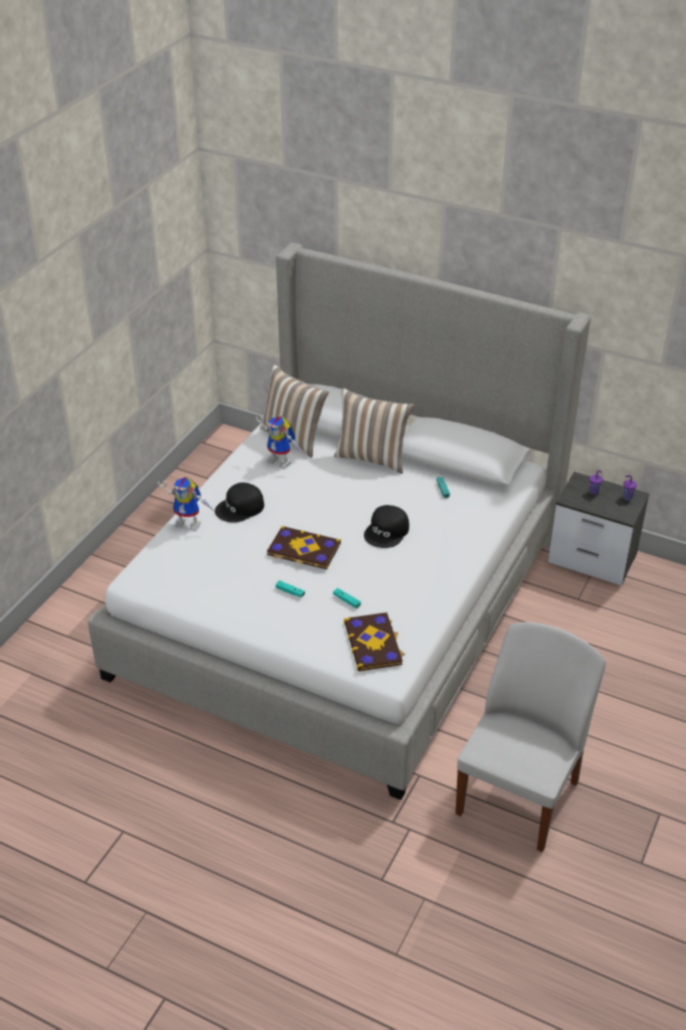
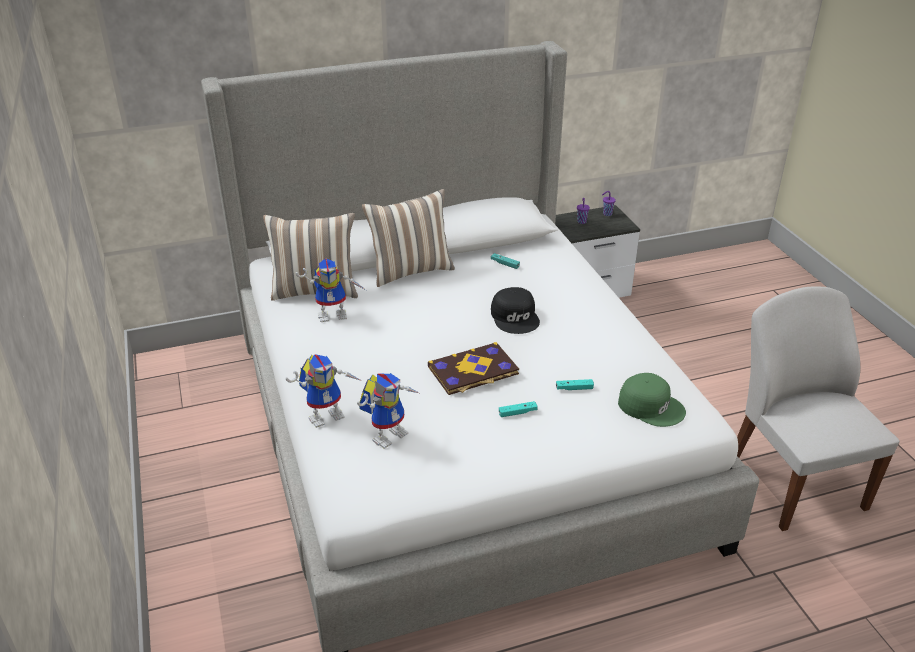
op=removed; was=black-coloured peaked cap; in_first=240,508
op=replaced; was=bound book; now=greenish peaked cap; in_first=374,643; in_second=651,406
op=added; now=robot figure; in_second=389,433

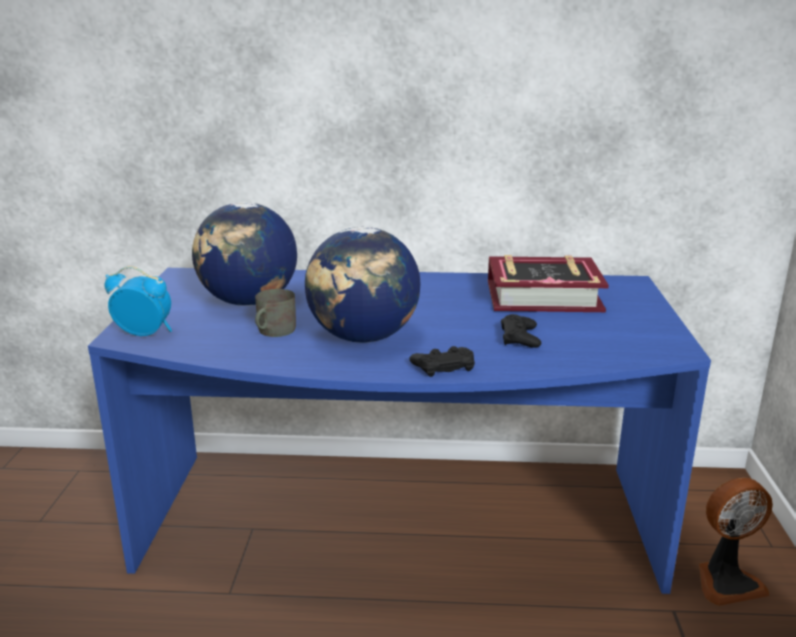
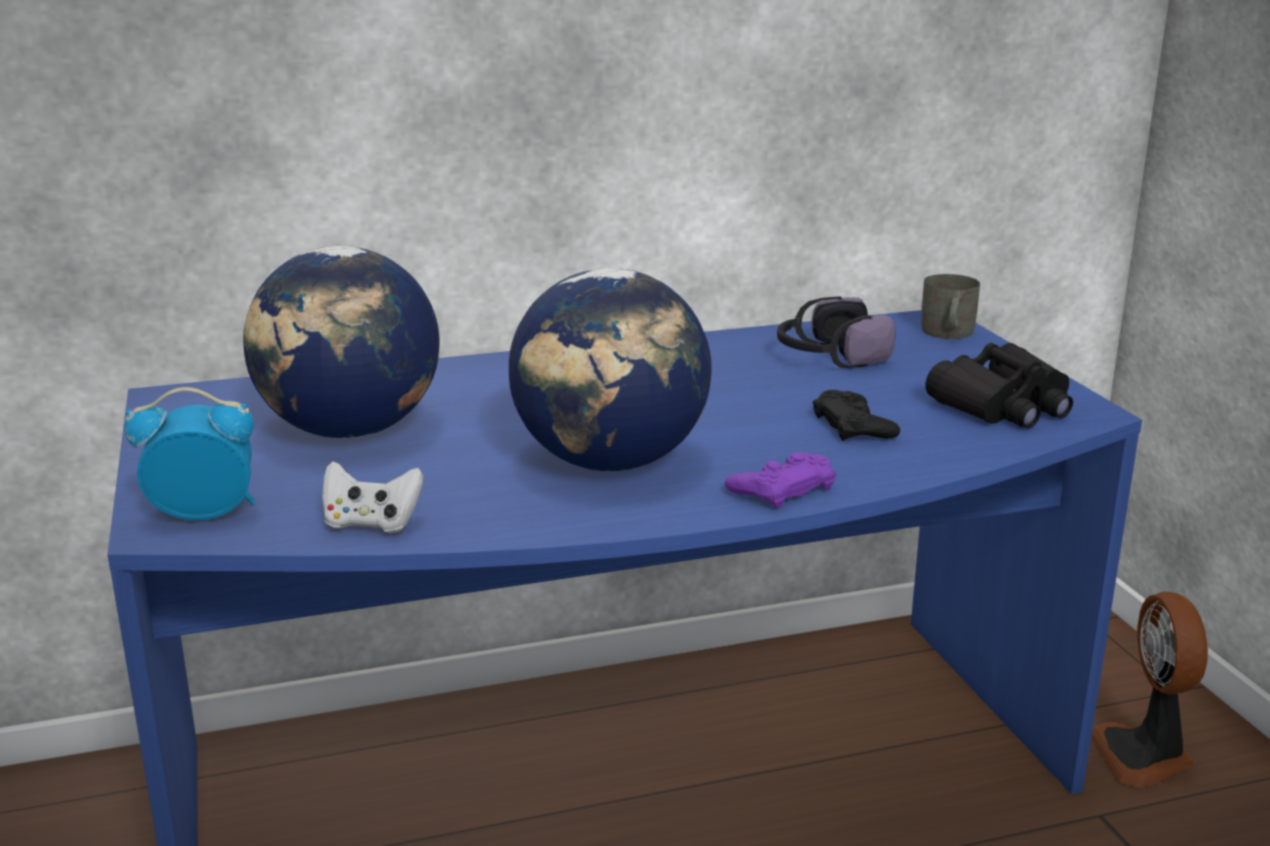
op=moved; was=greyish mug; in_first=273,331; in_second=947,333
op=recoloured; was=black-coloured joypad; now=purple-coloured joypad; in_first=443,366; in_second=782,488
op=replaced; was=bound book; now=headset; in_first=543,296; in_second=829,357
op=turned; was=cooling fan; in_first=726,581; in_second=1144,755; clockwise=120
op=added; now=white-coloured joypad; in_second=371,524
op=added; now=black-coloured binoculars; in_second=1003,406

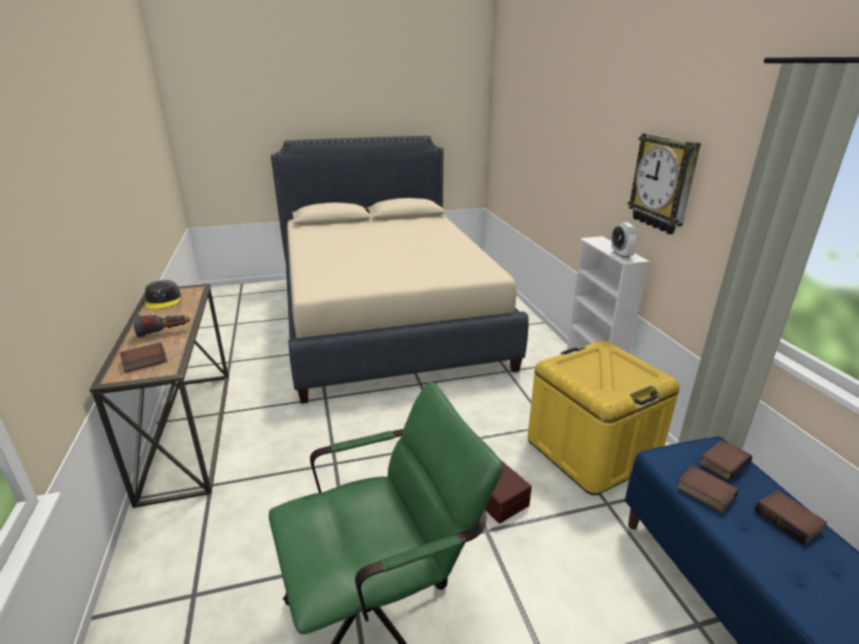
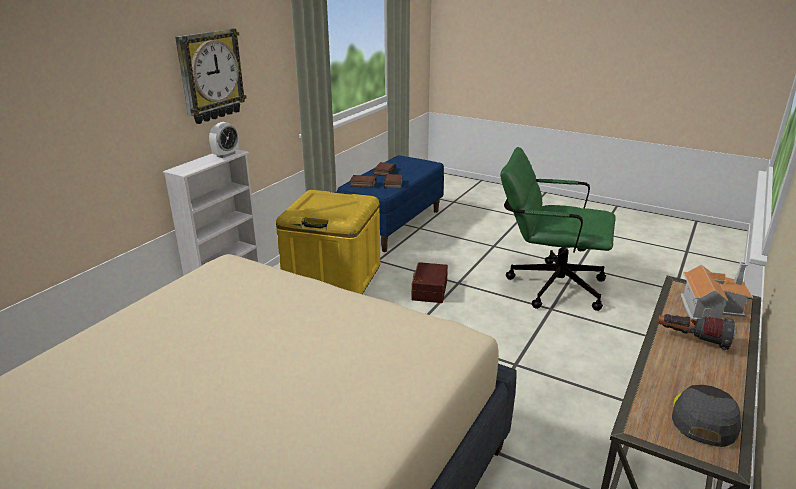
op=replaced; was=bound book; now=miniature house; in_first=144,362; in_second=710,307

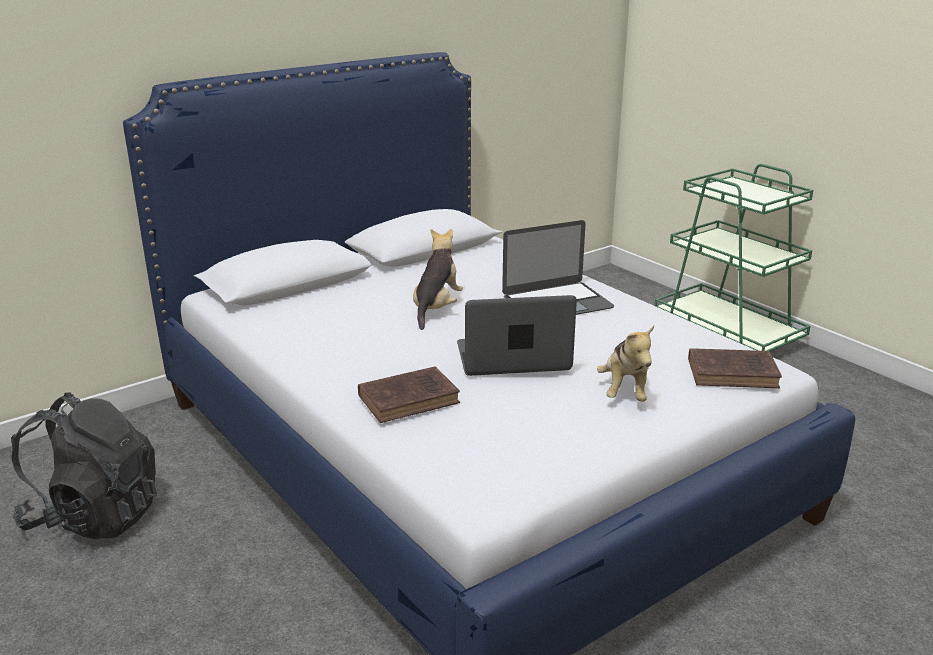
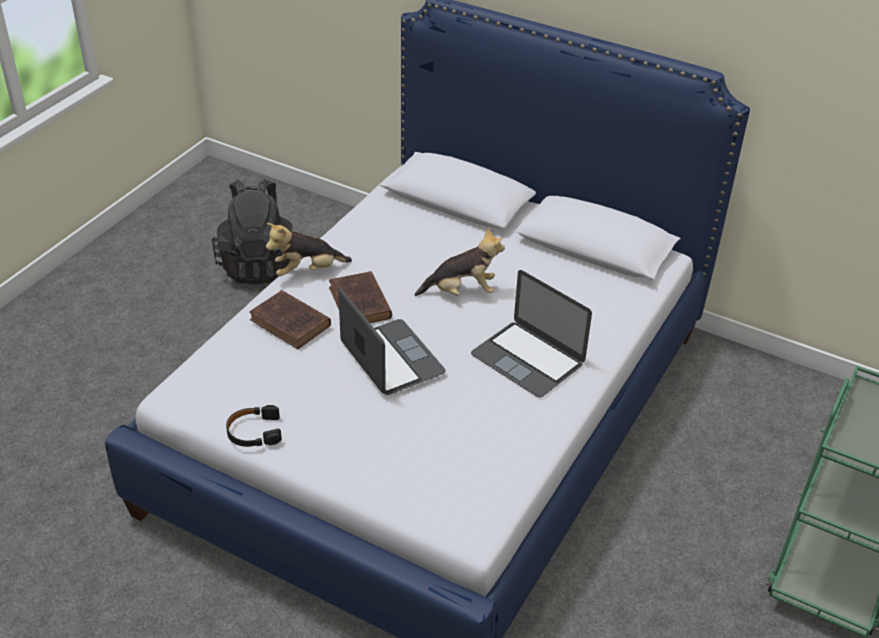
op=moved; was=soft toy; in_first=625,391; in_second=307,271
op=moved; was=brownish bound book; in_first=735,373; in_second=360,304
op=added; now=black-coloured headset; in_second=254,432

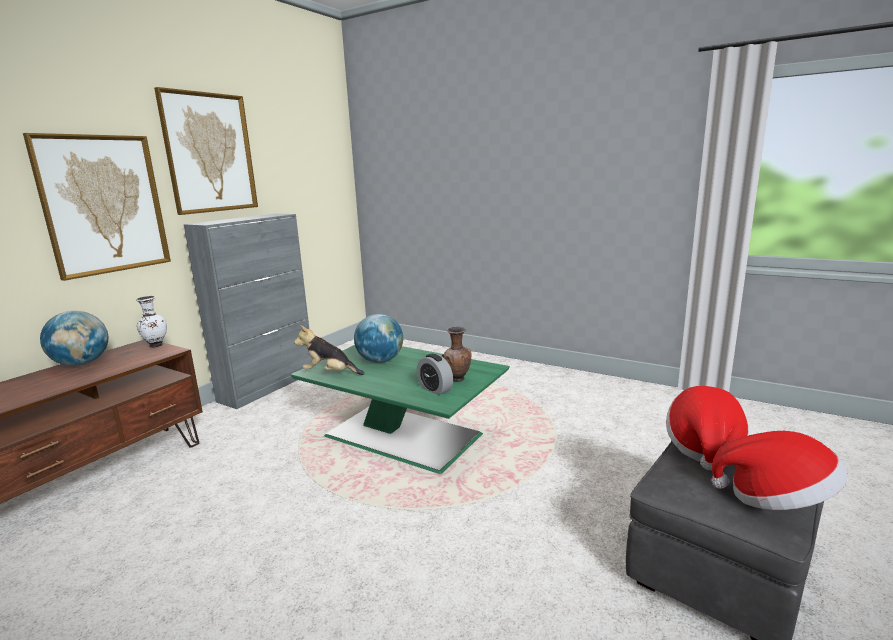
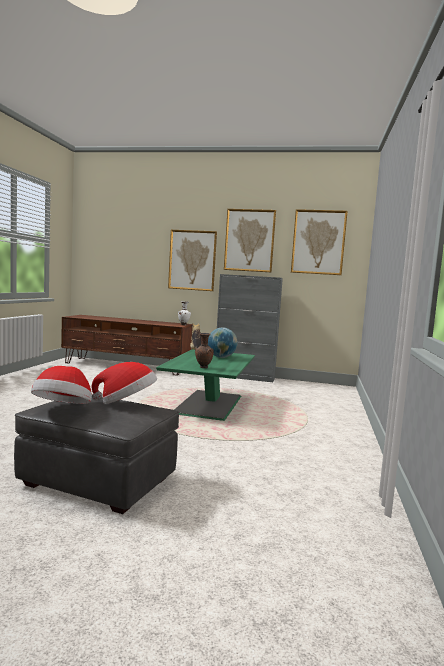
op=removed; was=world globe; in_first=81,364
op=removed; was=alarm clock; in_first=435,389
op=added; now=wall art; in_second=318,242

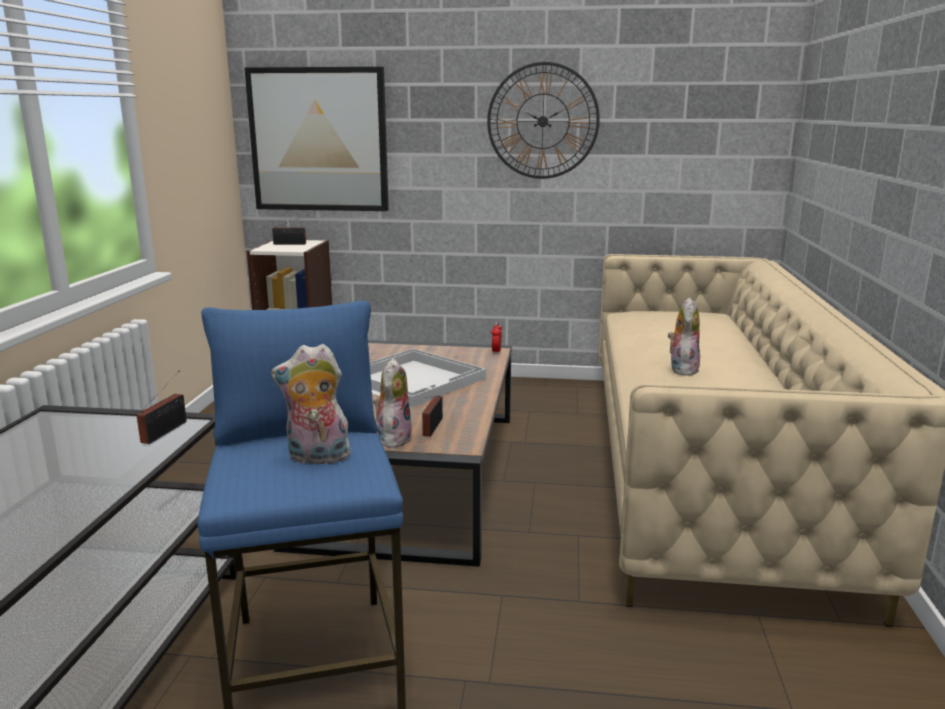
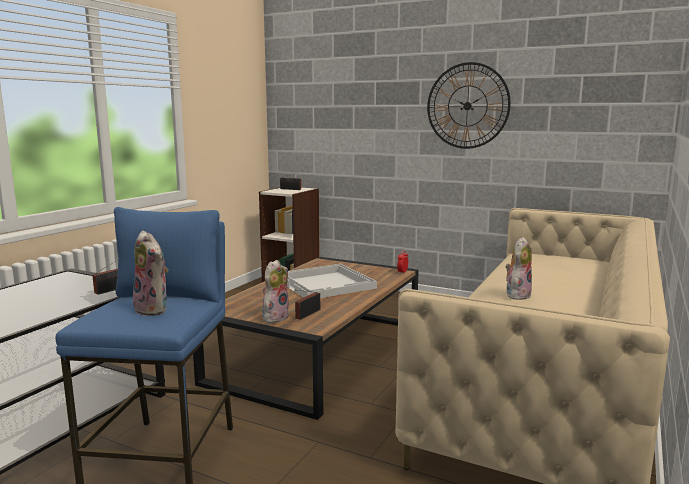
op=removed; was=wall art; in_first=319,140
op=turned; was=soft toy; in_first=316,458; in_second=154,309; clockwise=-150

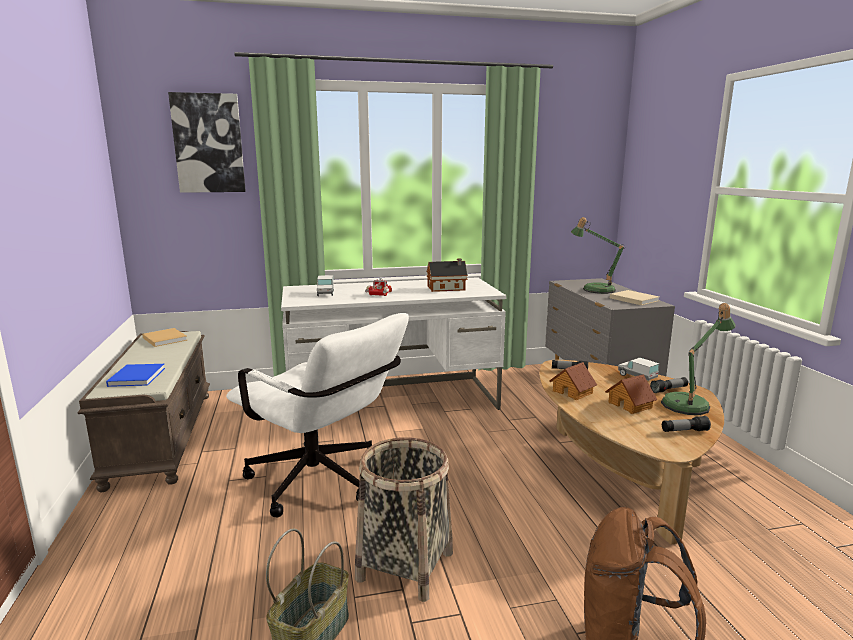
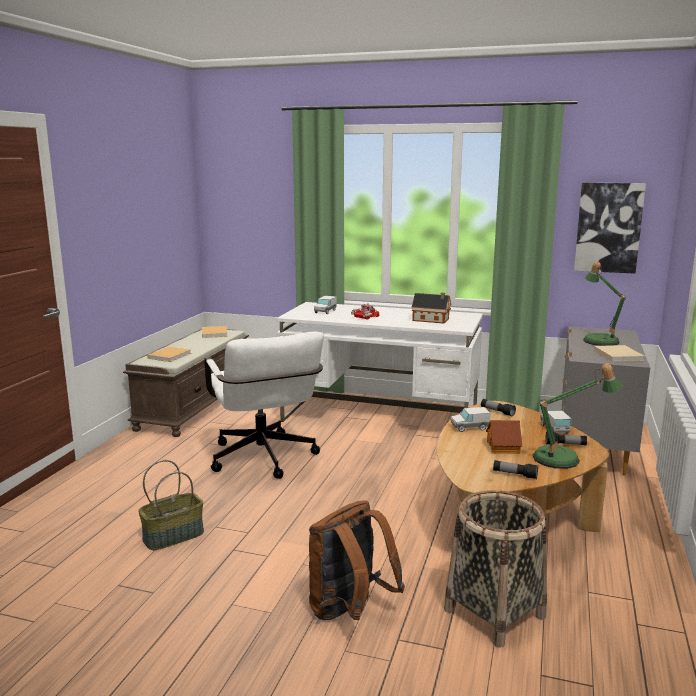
op=recoloured; was=blue bound book; now=beige bound book; in_first=137,376; in_second=170,355
op=moved; was=wall art; in_first=208,143; in_second=608,227
op=moved; was=storage basket; in_first=405,565; in_second=495,613
op=replaced; was=miniature house; now=toy truck; in_first=573,392; in_second=469,427

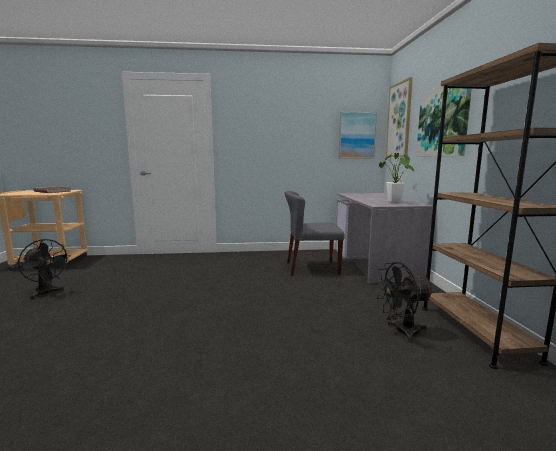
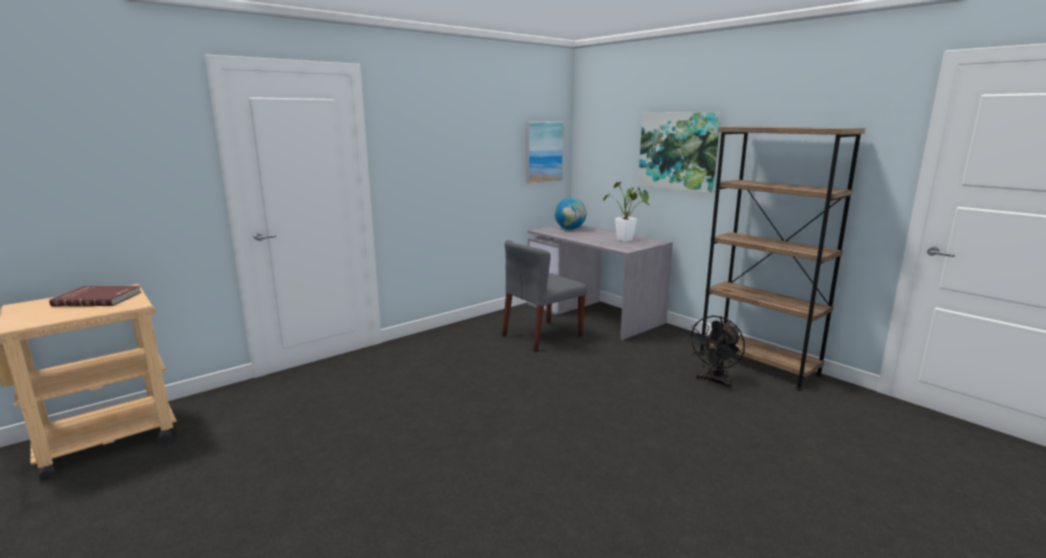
op=removed; was=black-coloured cooling fan; in_first=46,293
op=removed; was=wall art; in_first=399,120
op=added; now=world globe; in_second=570,229

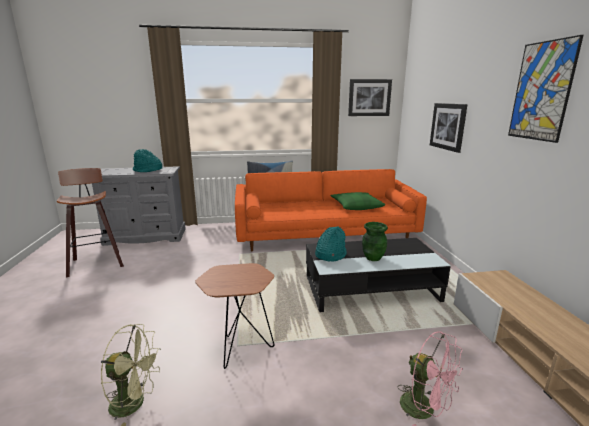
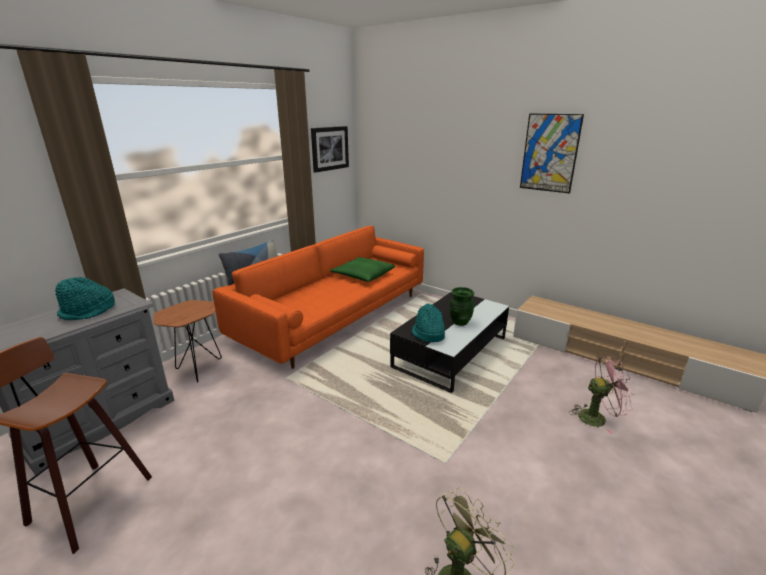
op=moved; was=brownish end table; in_first=239,350; in_second=197,370
op=removed; was=wall art; in_first=448,126

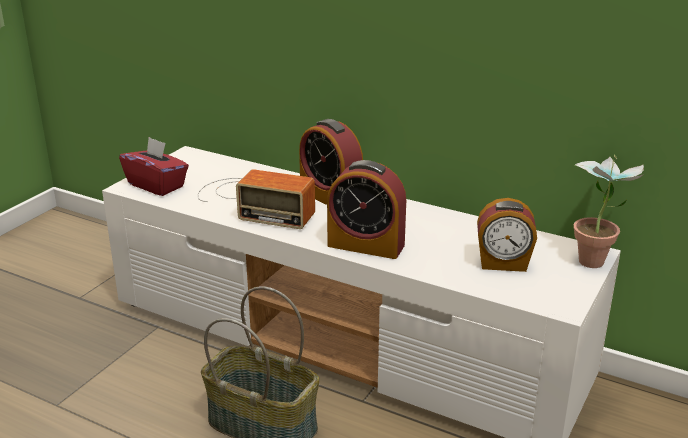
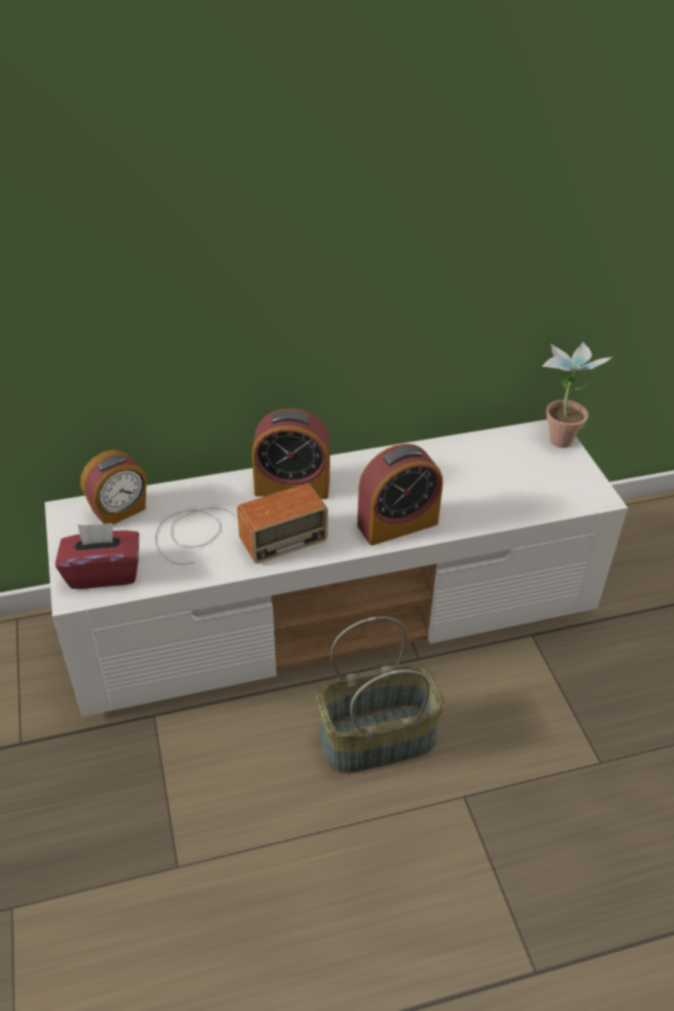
op=moved; was=alarm clock; in_first=503,263; in_second=119,511

